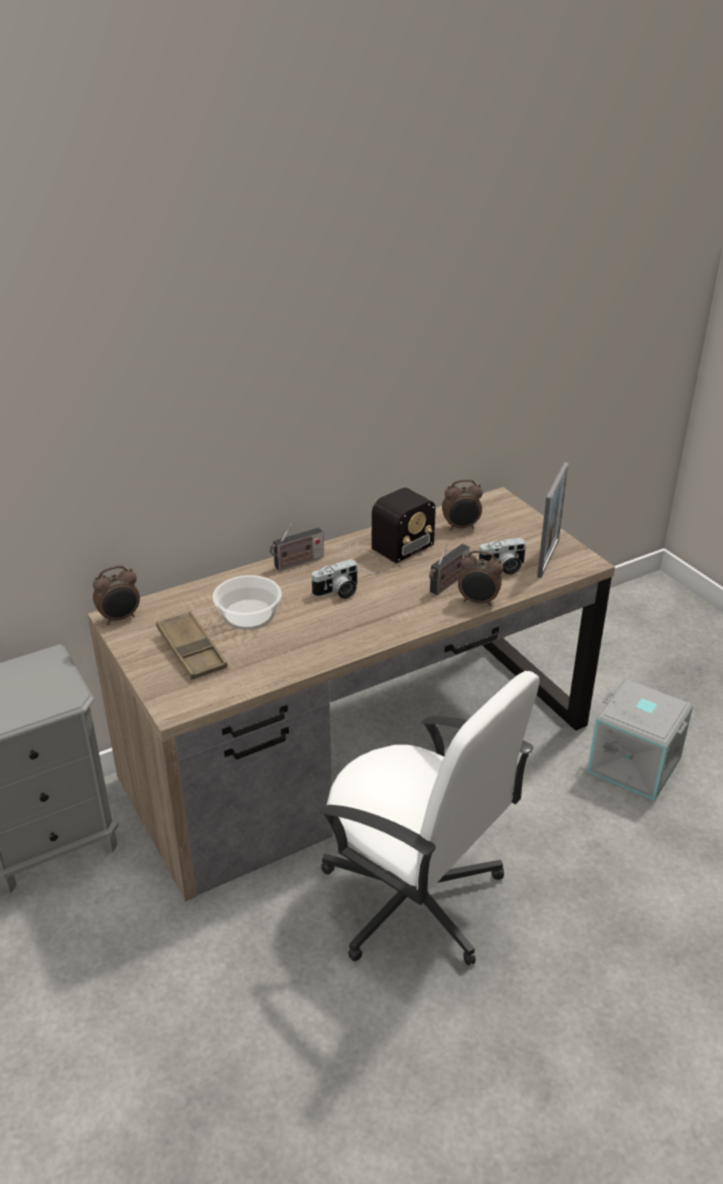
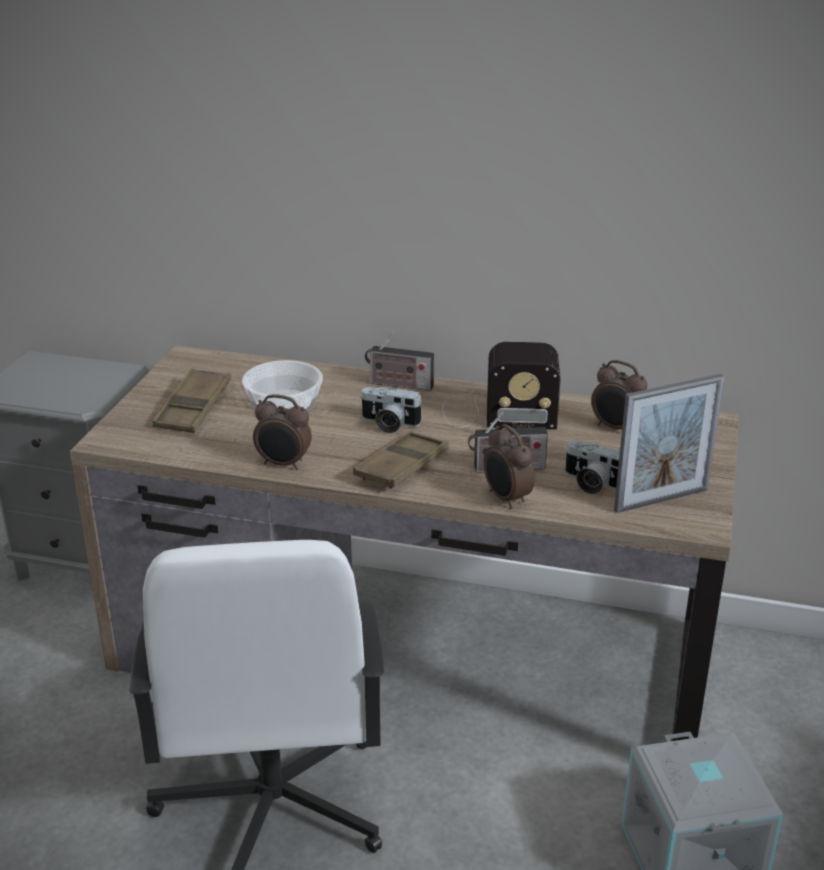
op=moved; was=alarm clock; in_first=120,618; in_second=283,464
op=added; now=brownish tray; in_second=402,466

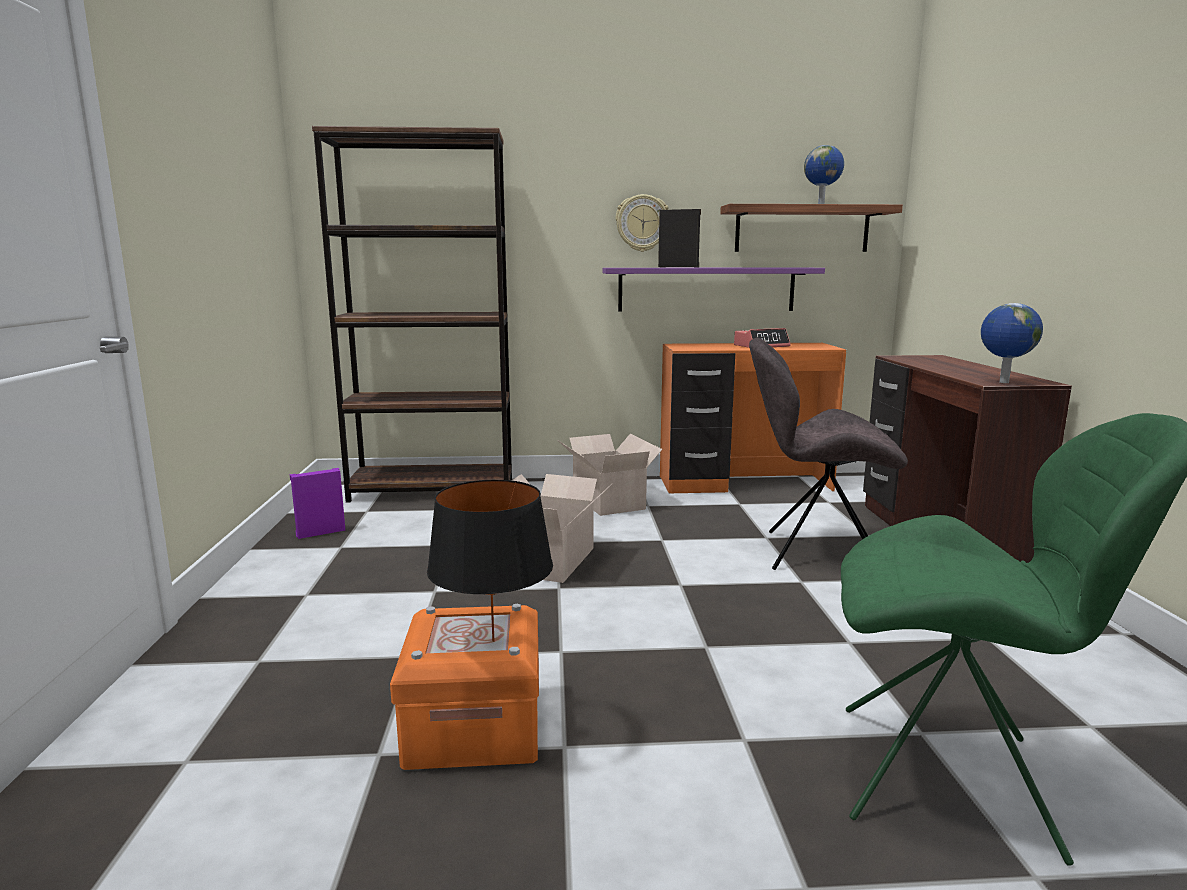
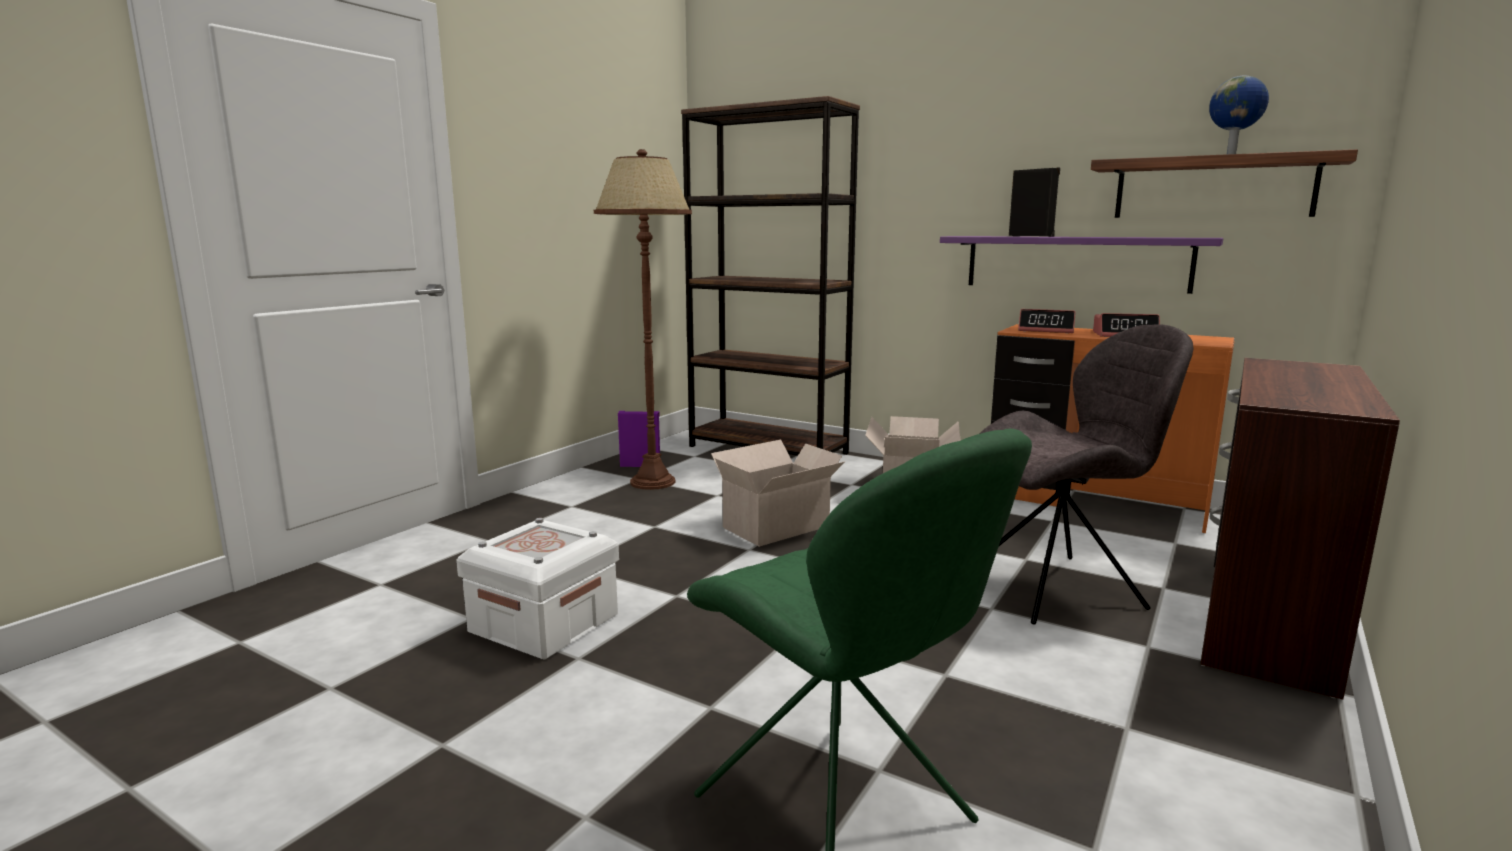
op=recoloured; was=orange-coloured storage box; now=white-coloured storage box; in_first=474,727; in_second=544,623
op=removed; was=black-coloured lamp for a table; in_first=493,641
op=removed; was=wall clock; in_first=642,223
op=turned; was=greyish plain chair; in_first=816,553; in_second=1059,588; clockwise=120
op=removed; was=world globe; in_first=1003,382
op=added; now=brownish floor lamp; in_second=653,482
op=added; now=alarm clock; in_second=1046,330

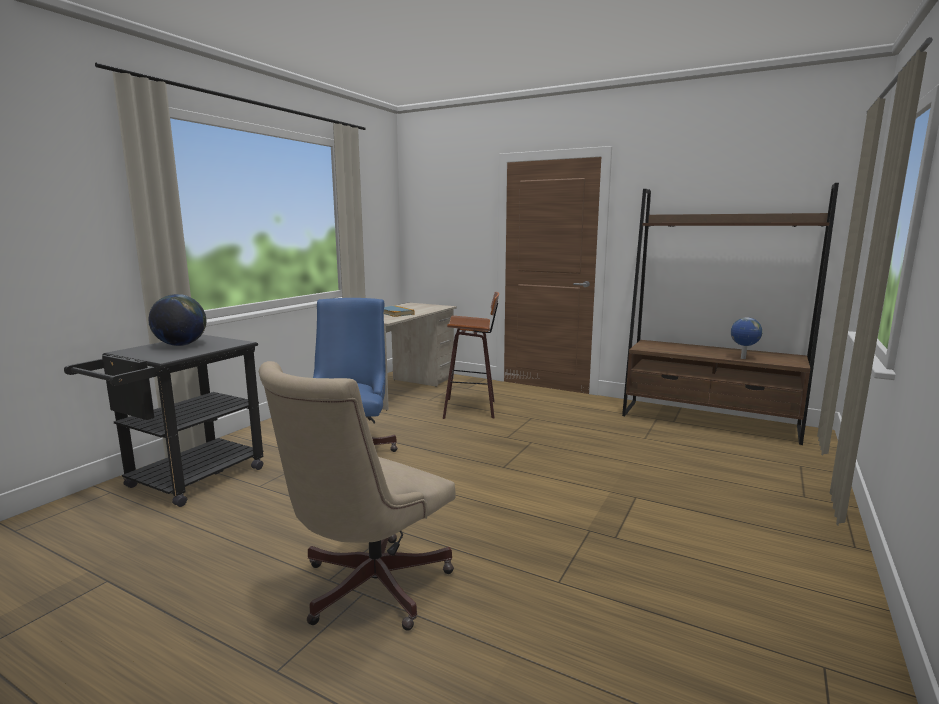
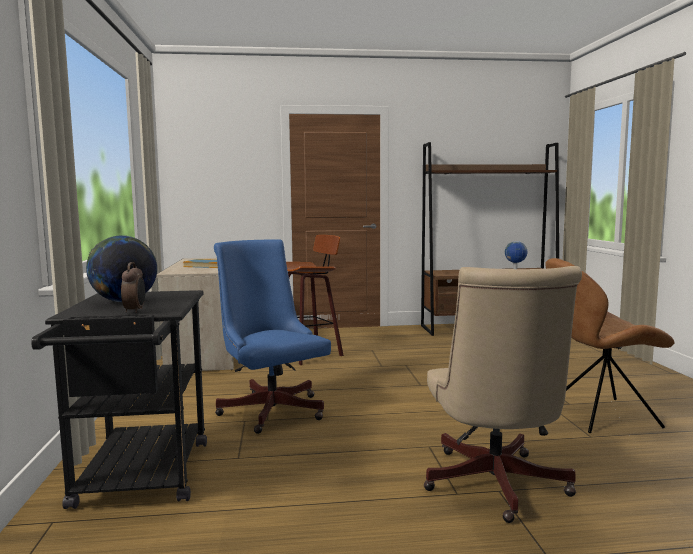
op=added; now=alarm clock; in_second=135,311
op=added; now=brownish plain chair; in_second=599,415

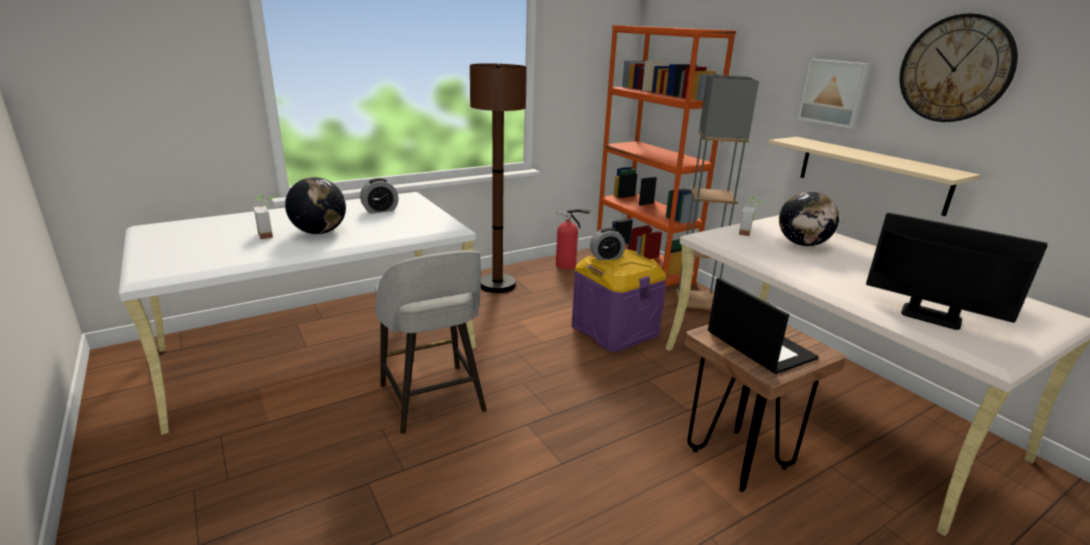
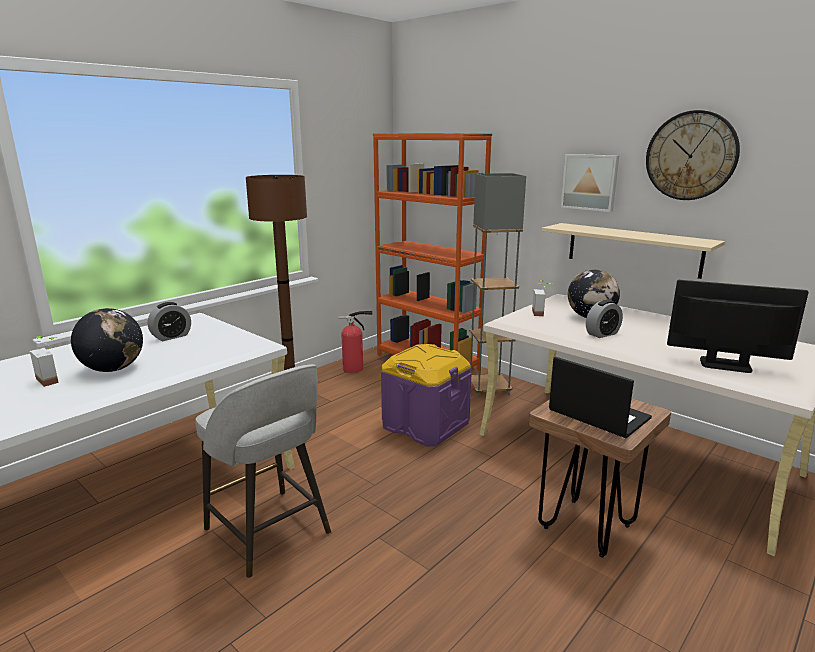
op=moved; was=alarm clock; in_first=606,257; in_second=602,334

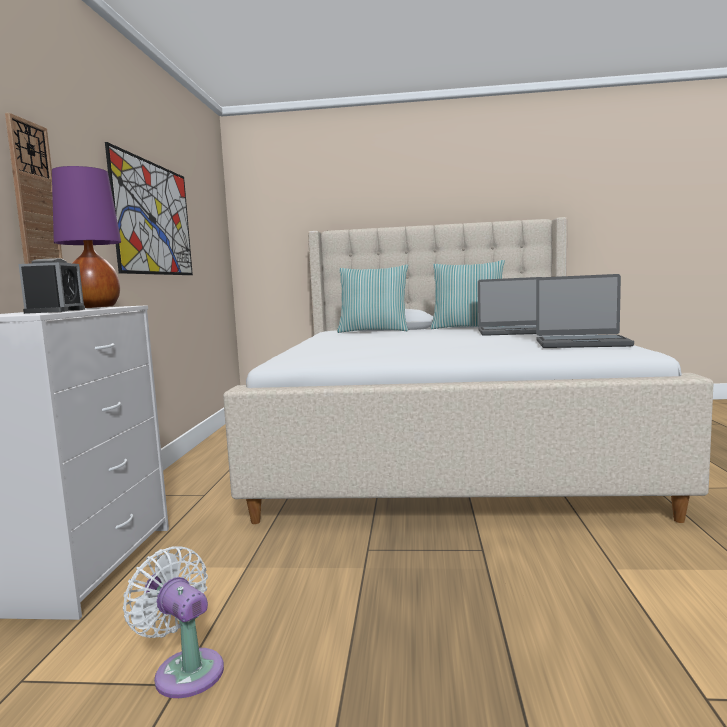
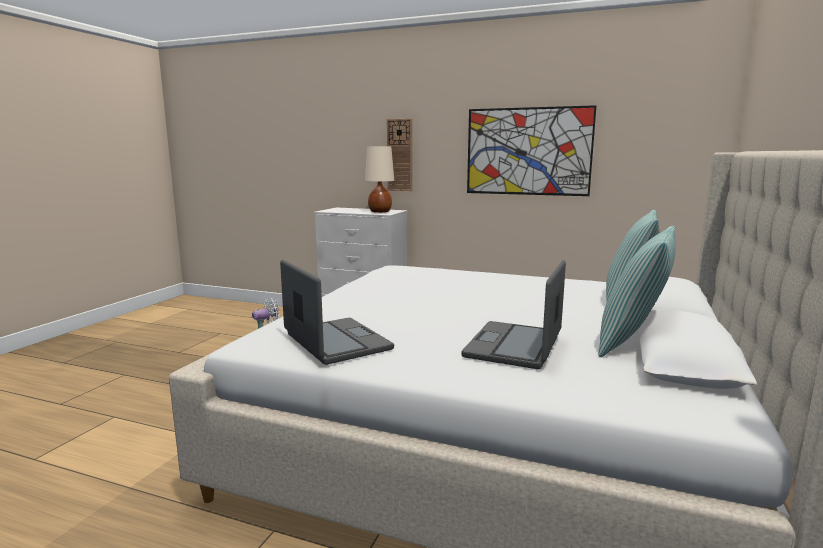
op=removed; was=alarm clock; in_first=55,311
op=recoloured; was=purple-coloured lamp for a table; now=beige lamp for a table; in_first=94,307; in_second=379,212
op=turned; was=portable computer; in_first=581,343; in_second=336,342; clockwise=120

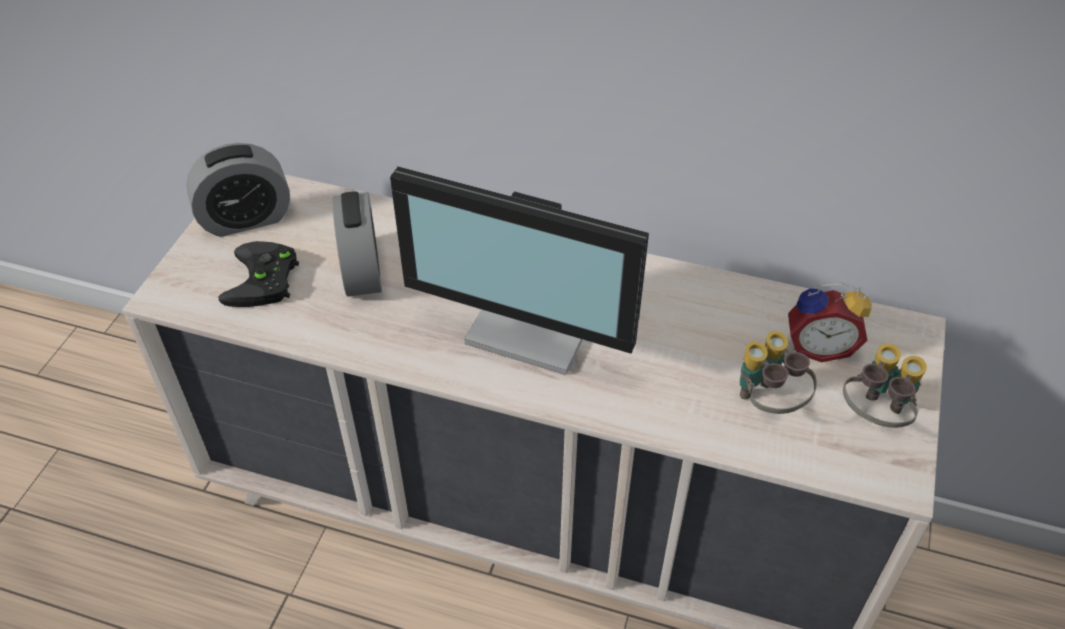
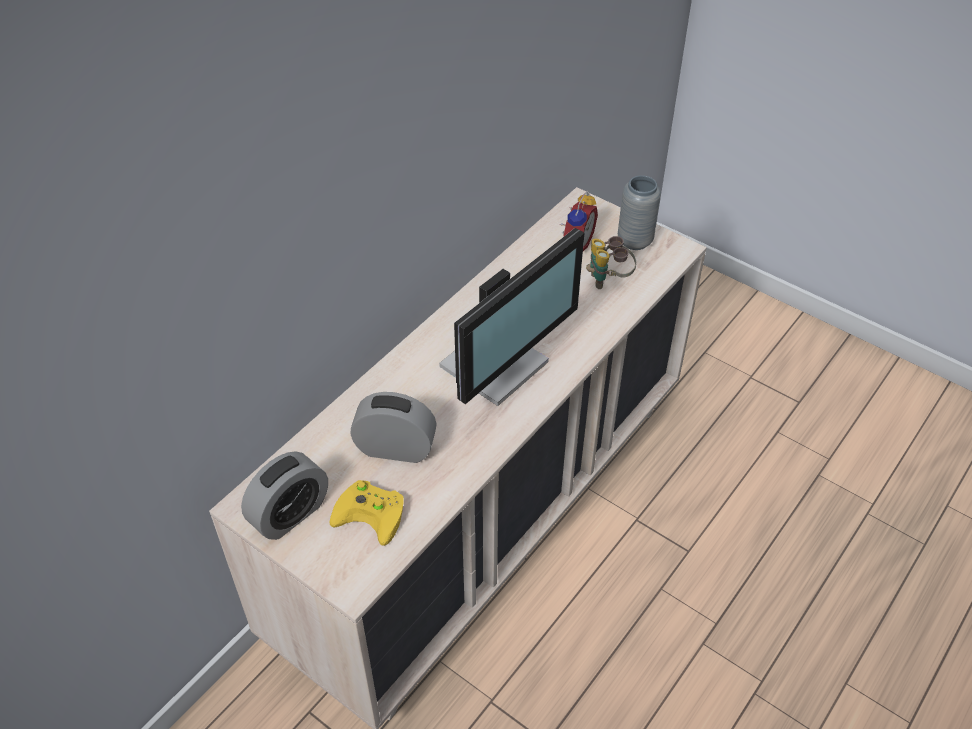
op=turned; was=alarm clock; in_first=246,219; in_second=290,514; clockwise=45
op=recoloured; was=black-coloured joypad; now=yellow-coloured joypad; in_first=264,281; in_second=373,513
op=replaced; was=binoculars; now=greyish vase; in_first=875,416; in_second=635,241

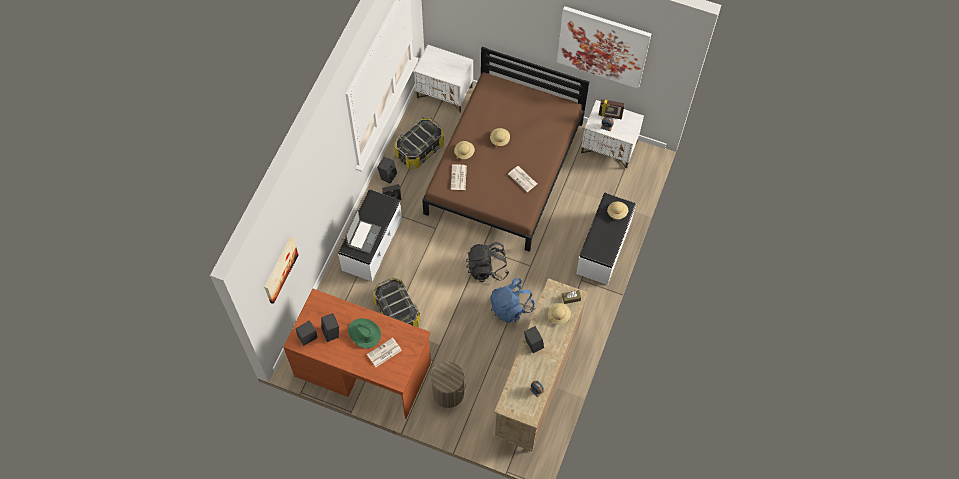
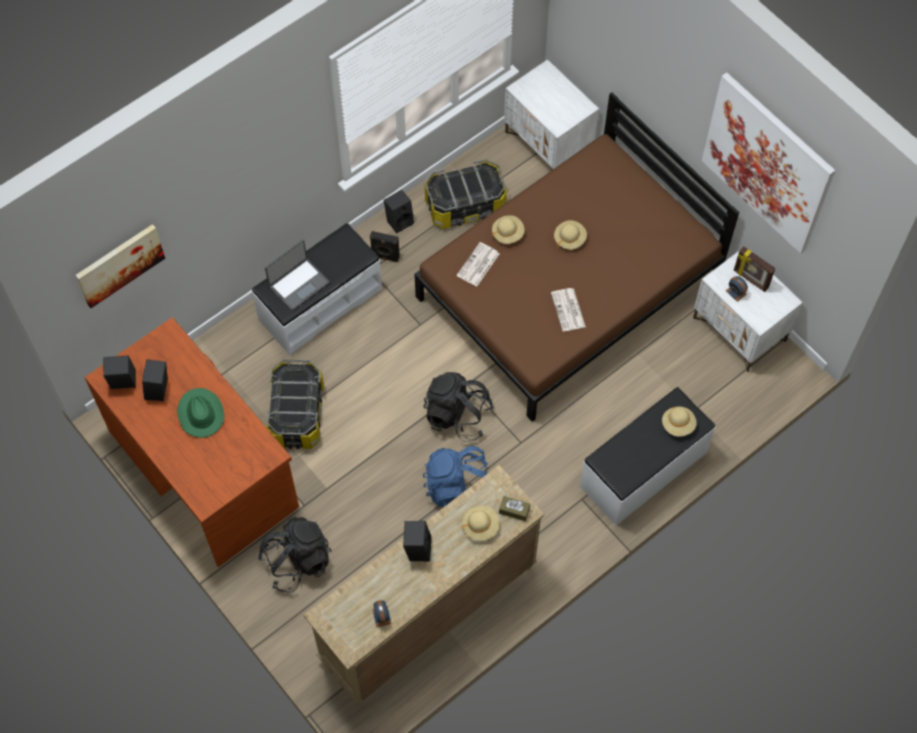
op=removed; was=daily paper; in_first=384,353
op=replaced; was=laundry basket; now=black-coloured rucksack; in_first=448,393; in_second=297,561

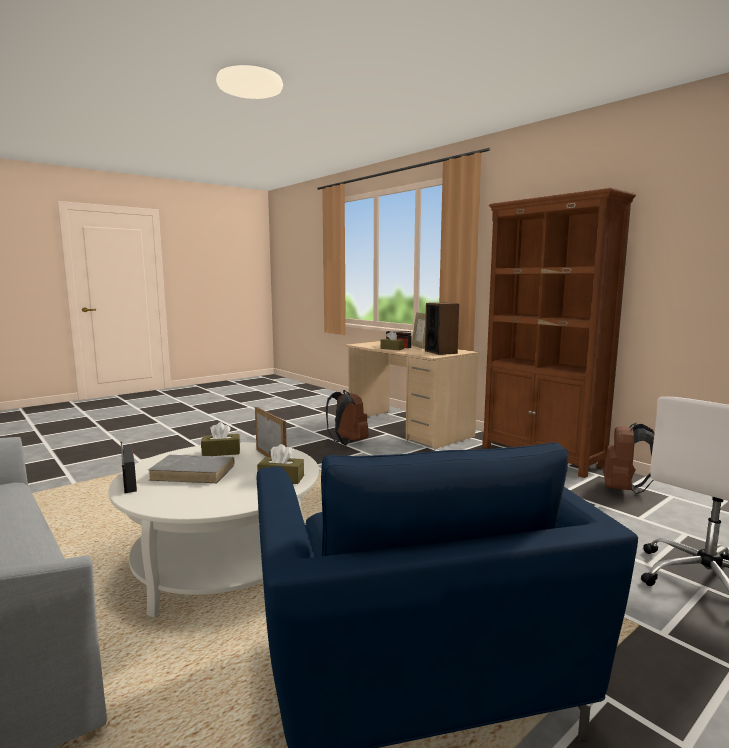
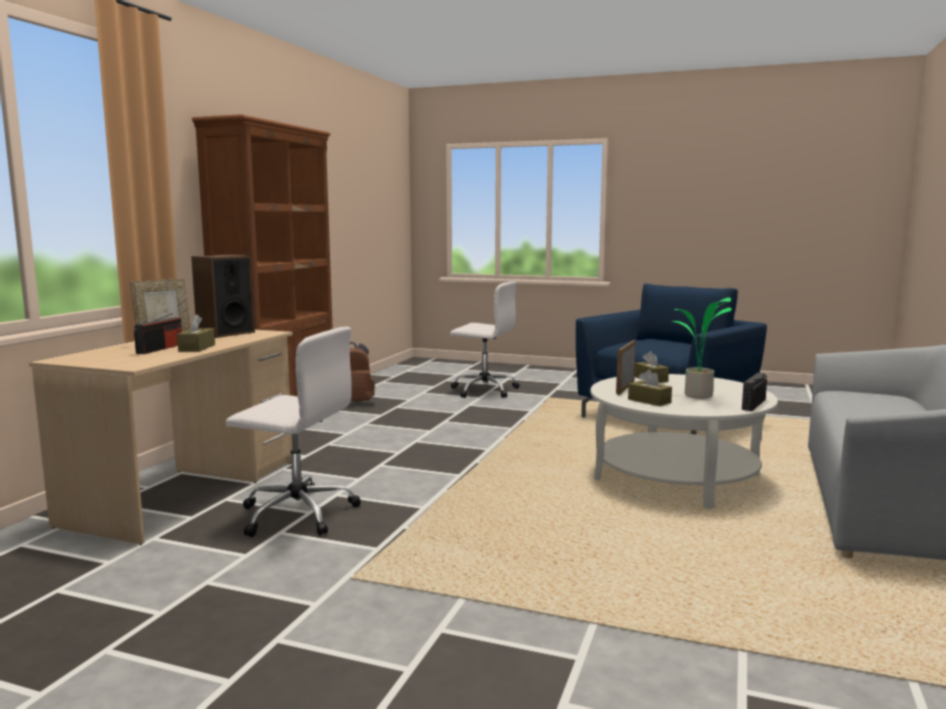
op=replaced; was=greyish bound book; now=potted plant; in_first=194,472; in_second=698,396
op=replaced; was=brownish rucksack; now=white-coloured office chair; in_first=347,442; in_second=296,513

